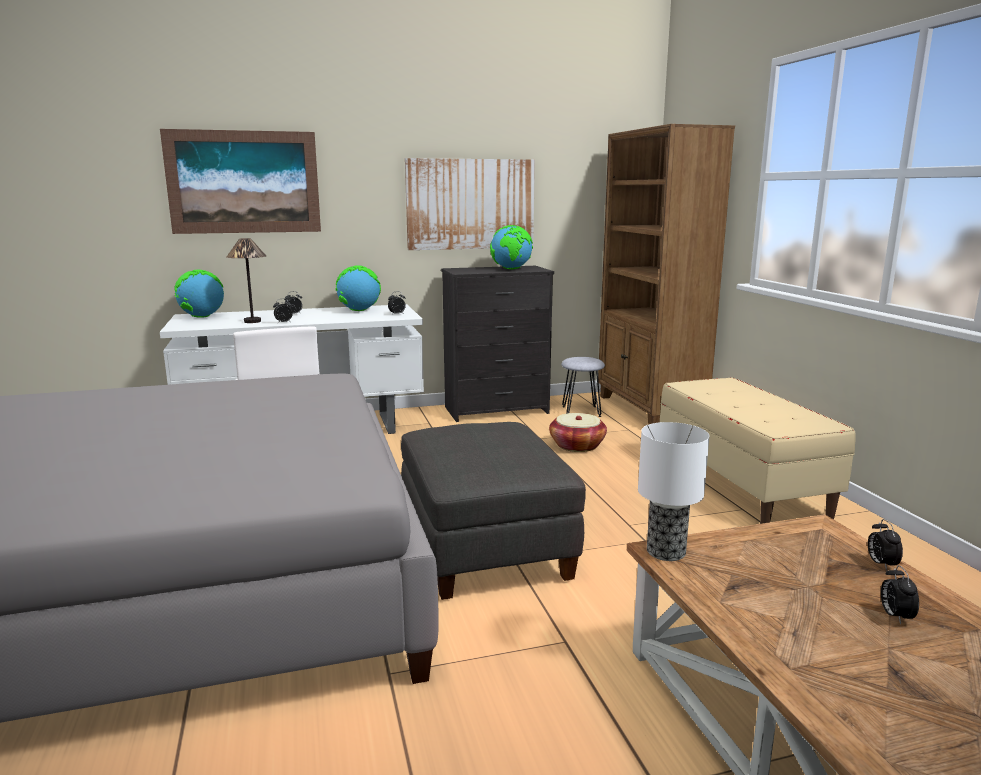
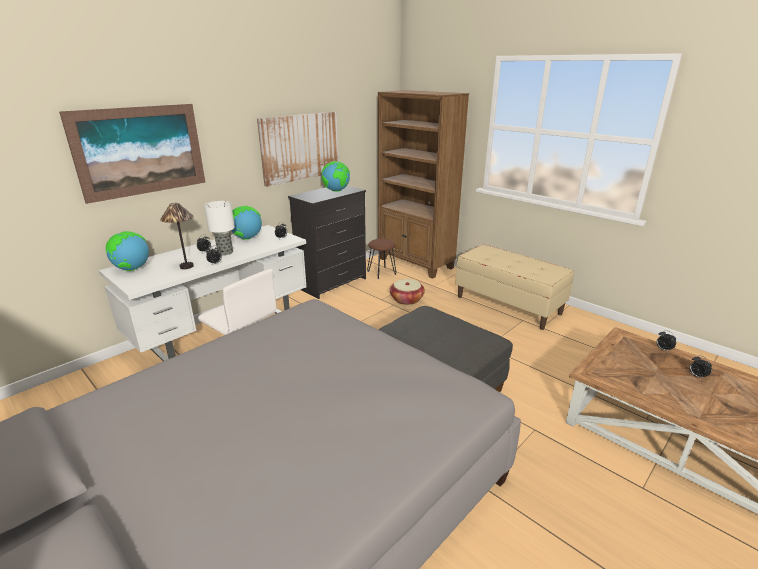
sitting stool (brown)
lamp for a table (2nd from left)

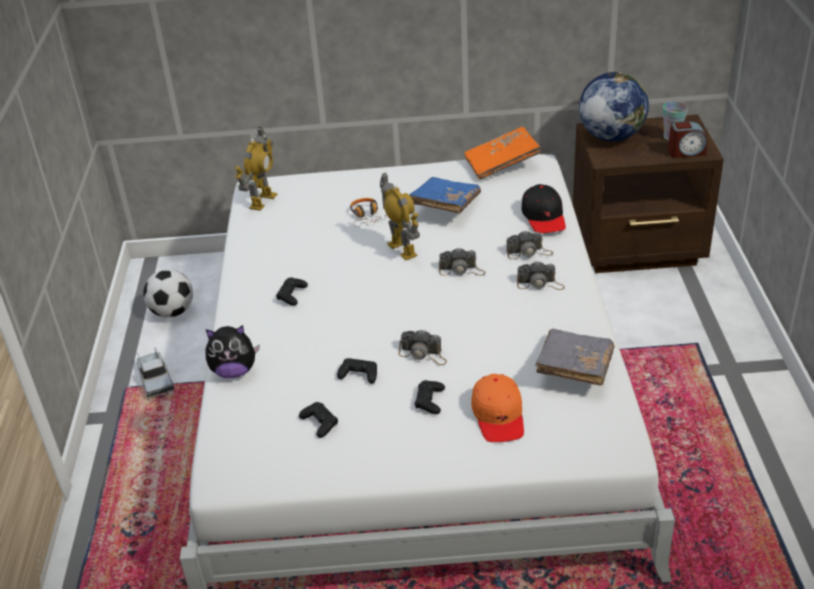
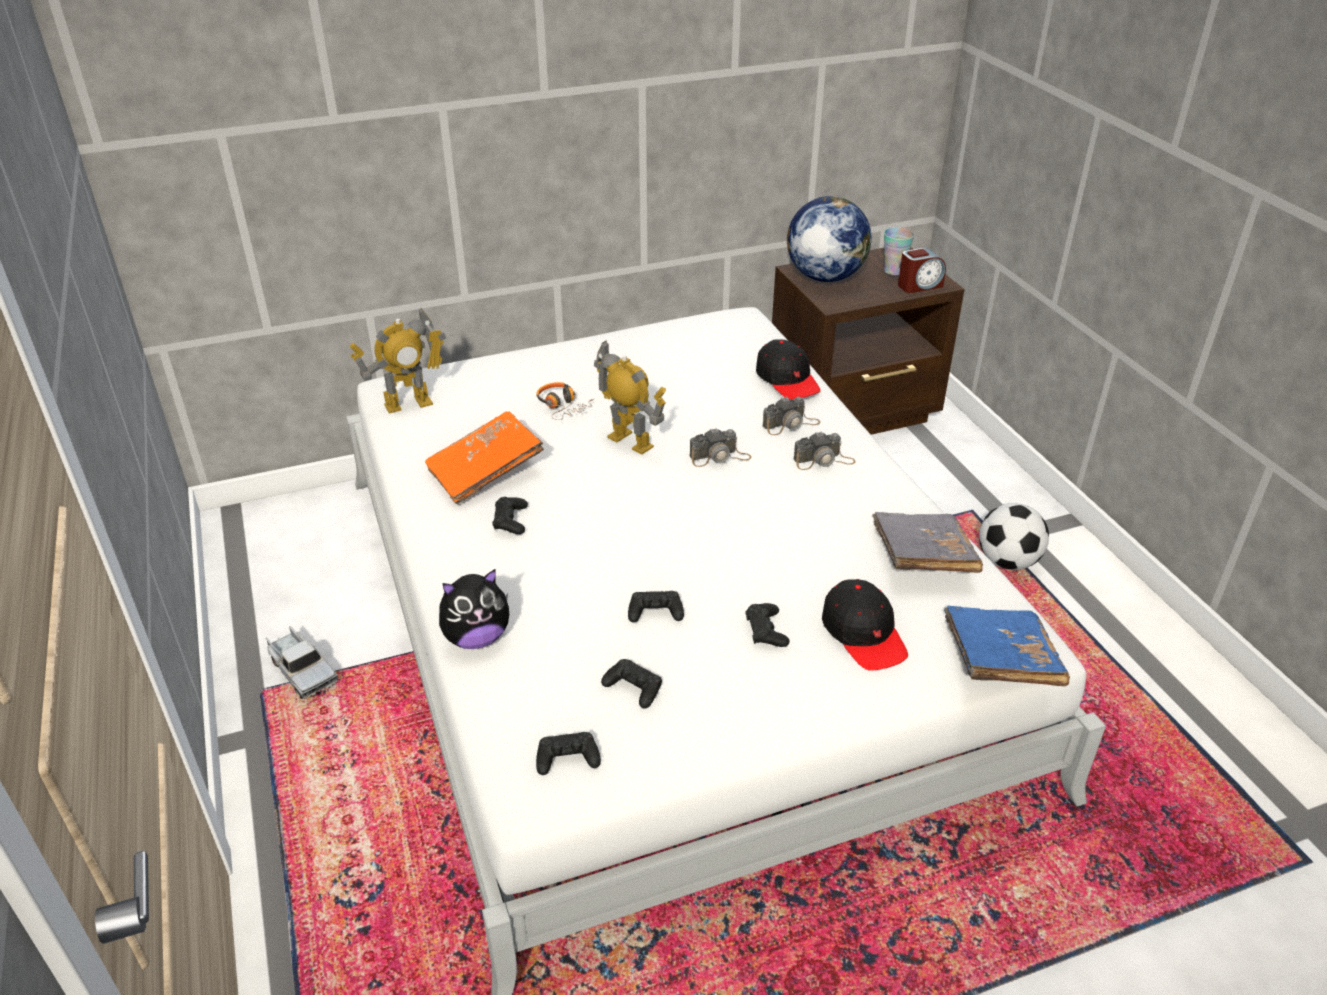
football
model robot (1st from left)
photo camera (1st from left in the first image)
book (blue-coloured)
book (orangey)
peaked cap (black-coloured) (2nd from left)
joypad (black-coloured) (2nd from left)

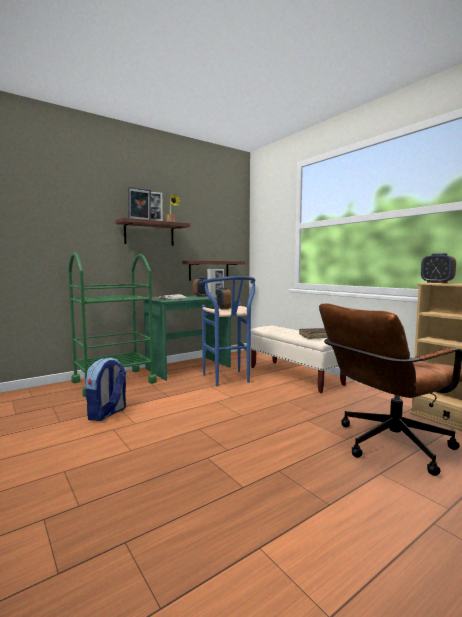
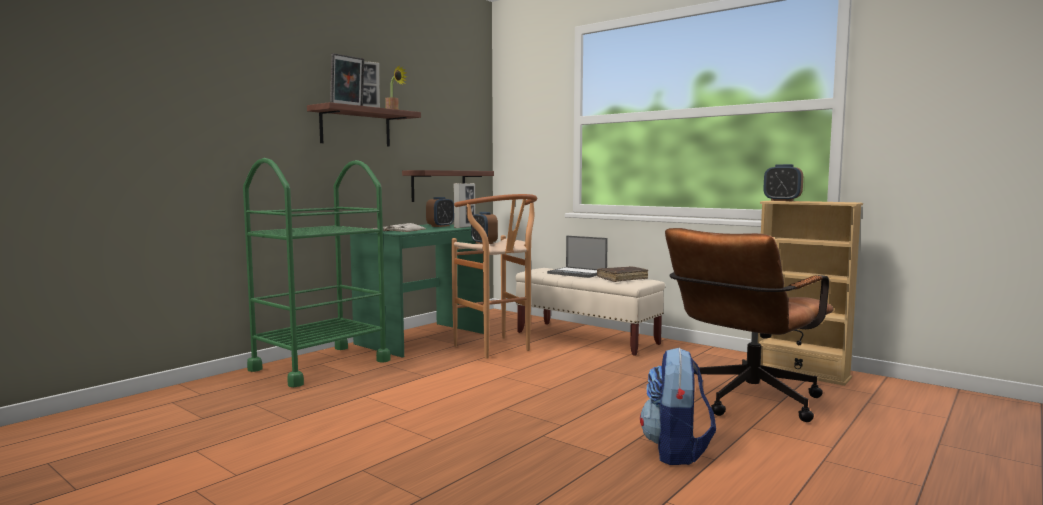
rucksack
sitting stool (brown)
laptop

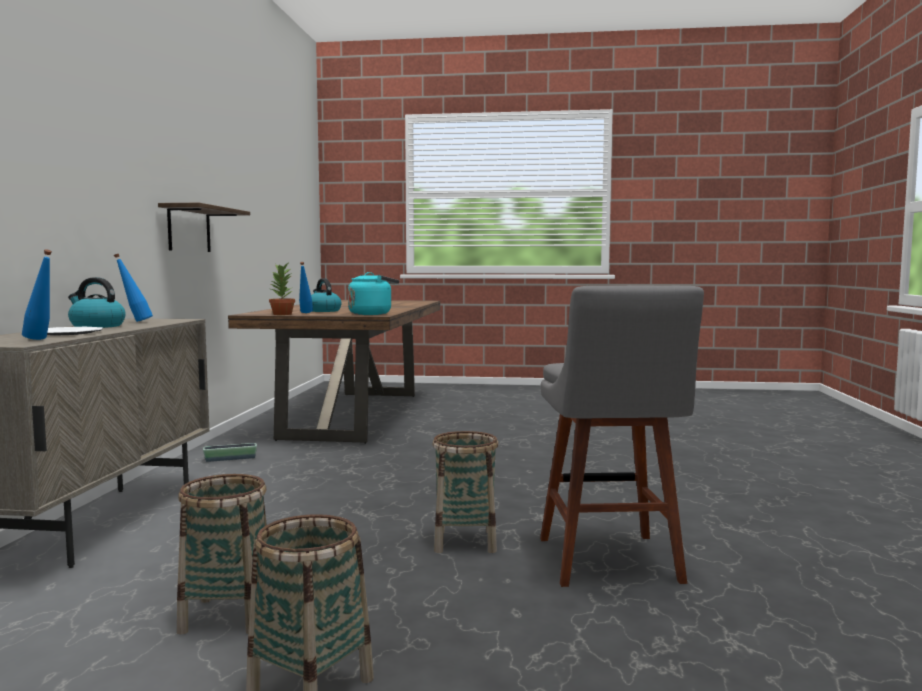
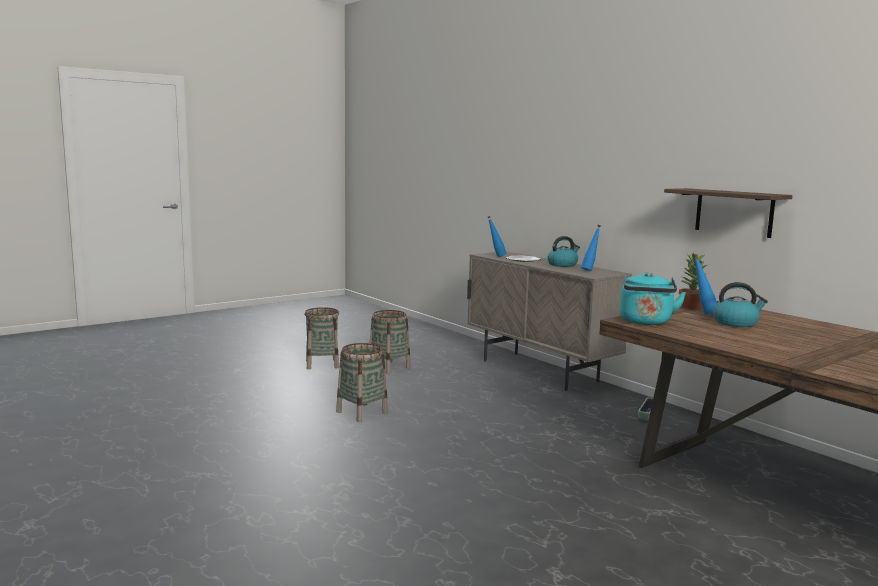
sitting stool (gray)

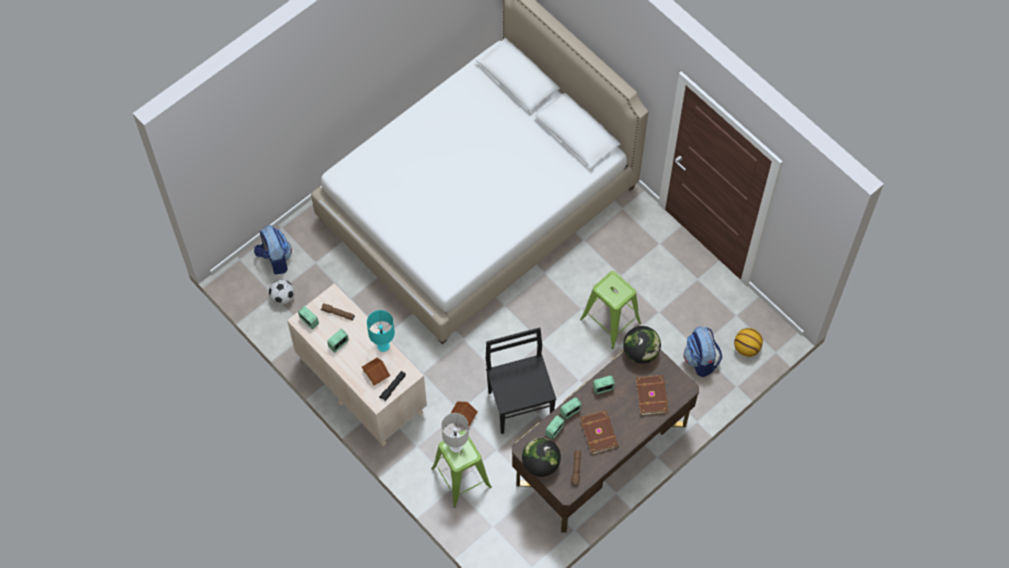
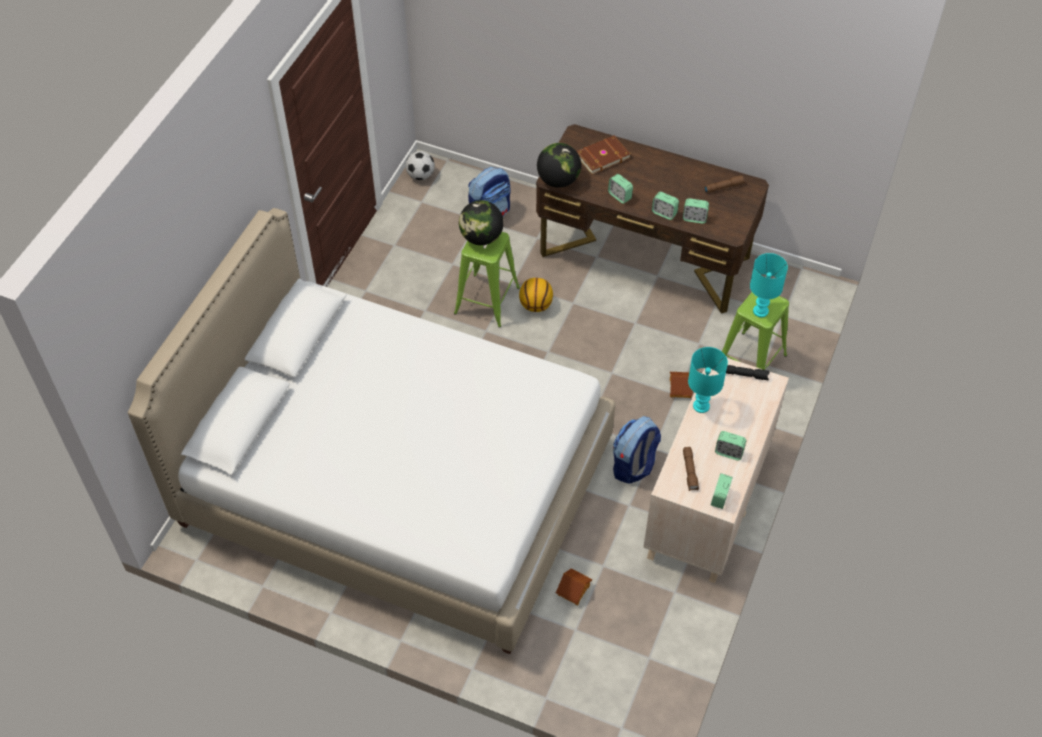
rucksack (2nd from left)
football
toy house (1st from left)
lamp for a table (turquoise) (2nd from left)
chair (black-coloured)
globe (1st from left)
book (brown) (1st from left in the first image)
basketball

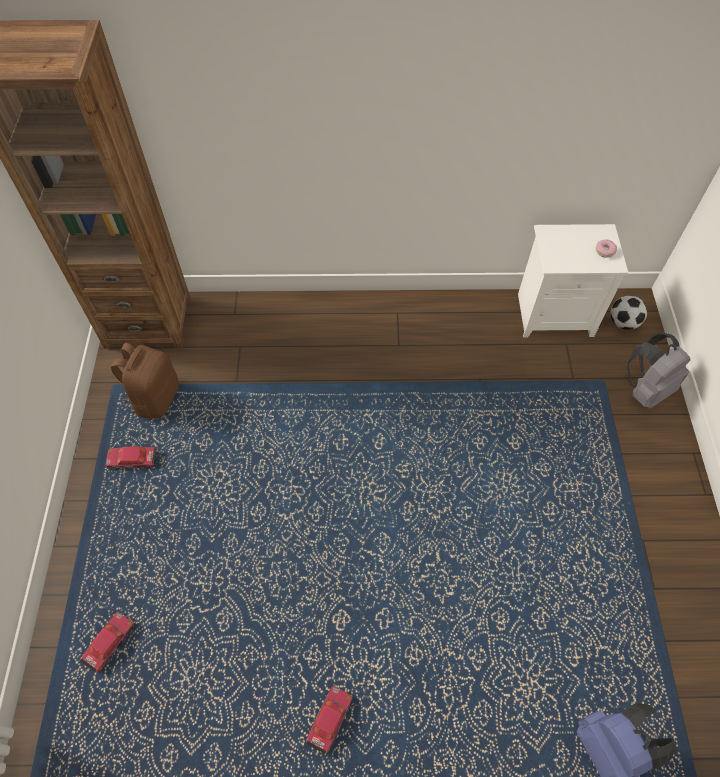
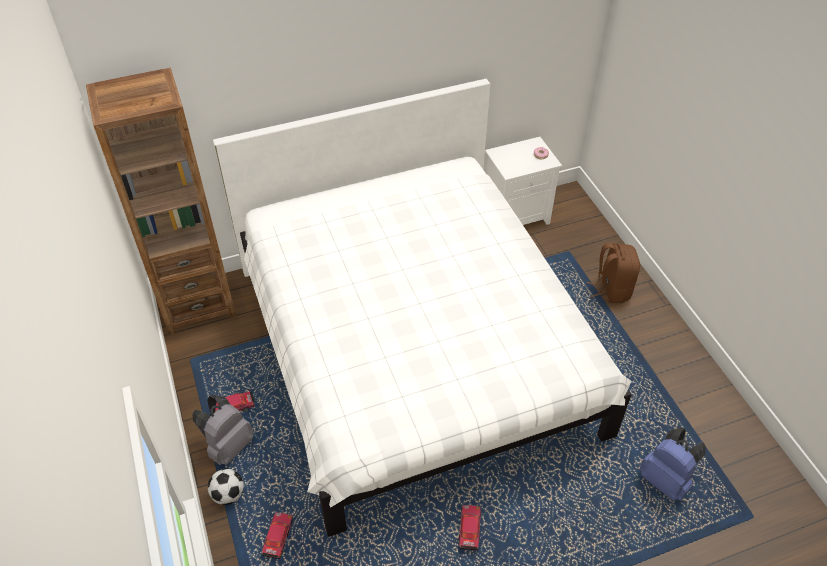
rucksack (brown)
football
rucksack (gray)
bedroom bed (whitish)

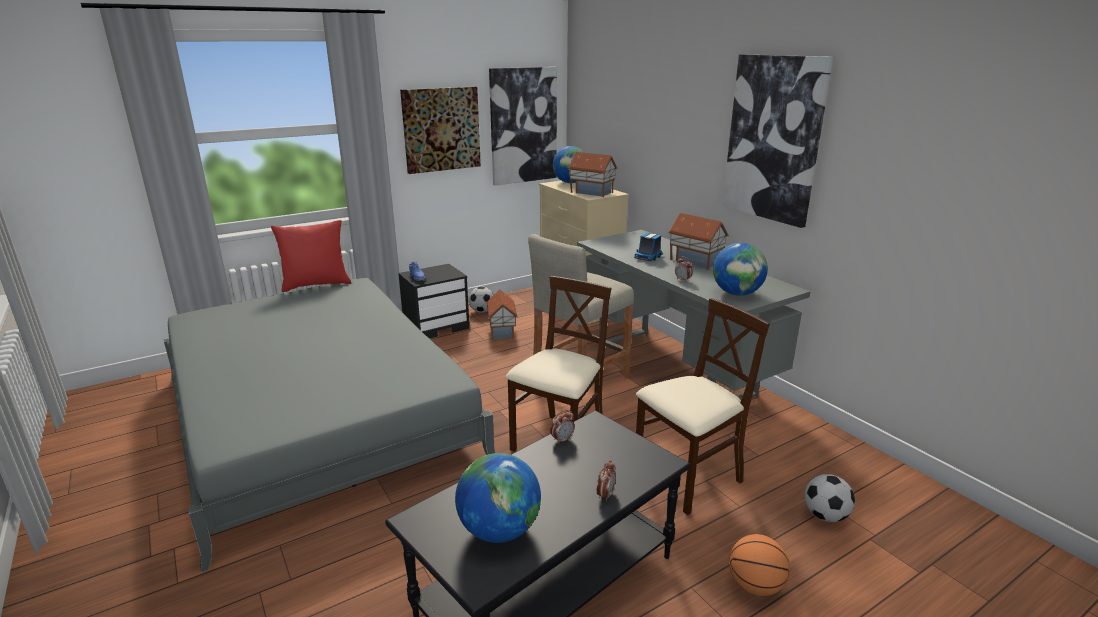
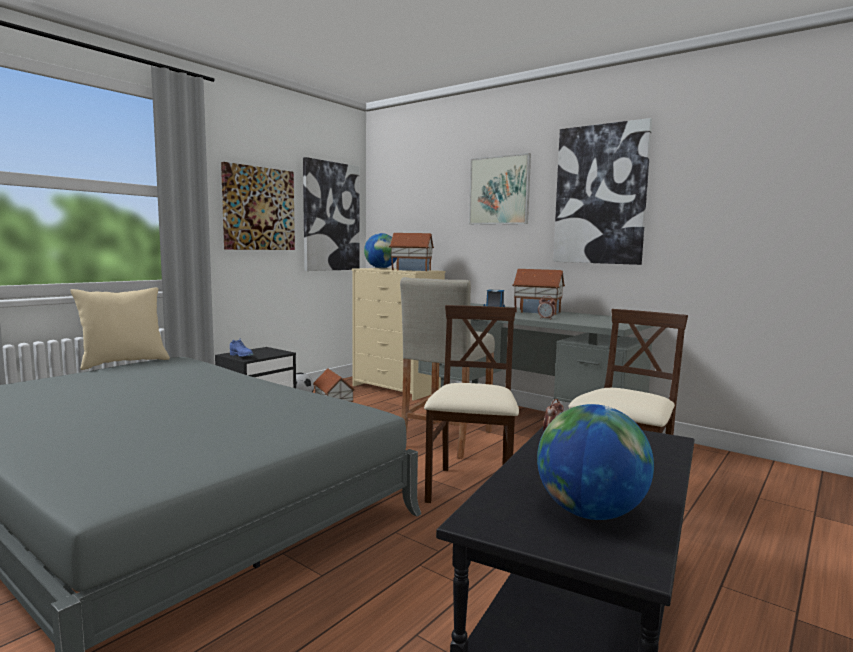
pillow (beige-coloured)
bedside clock (2nd from left in the first image)
globe (3rd from left in the first image)
basketball
football (2nd from left in the first image)
wall art (3rd from left)

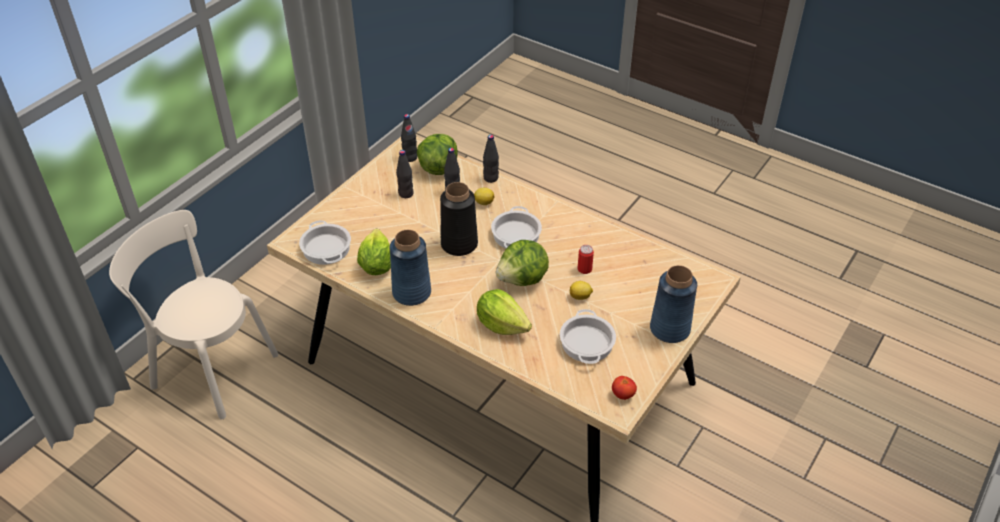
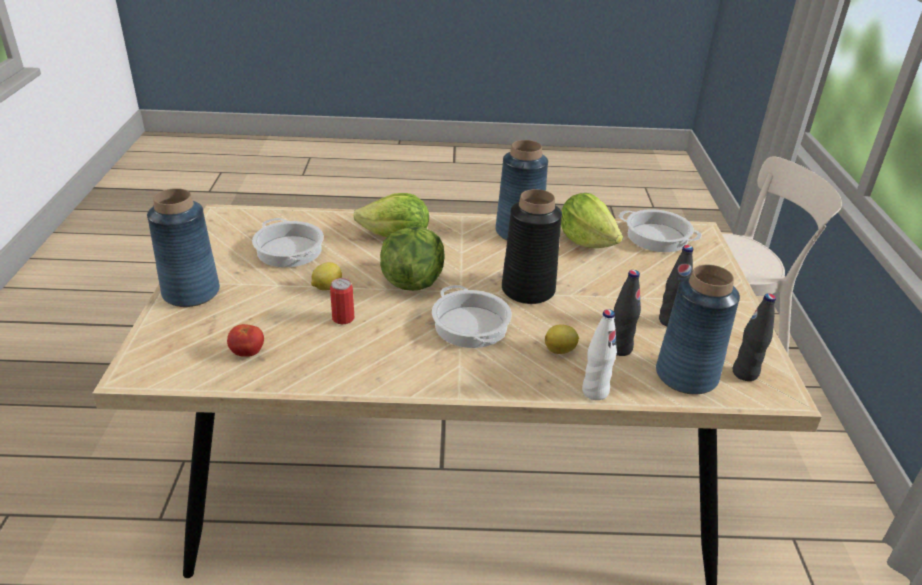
decorative vase (blue-coloured) (3rd from left)
drink bottle (whitish)
tomato

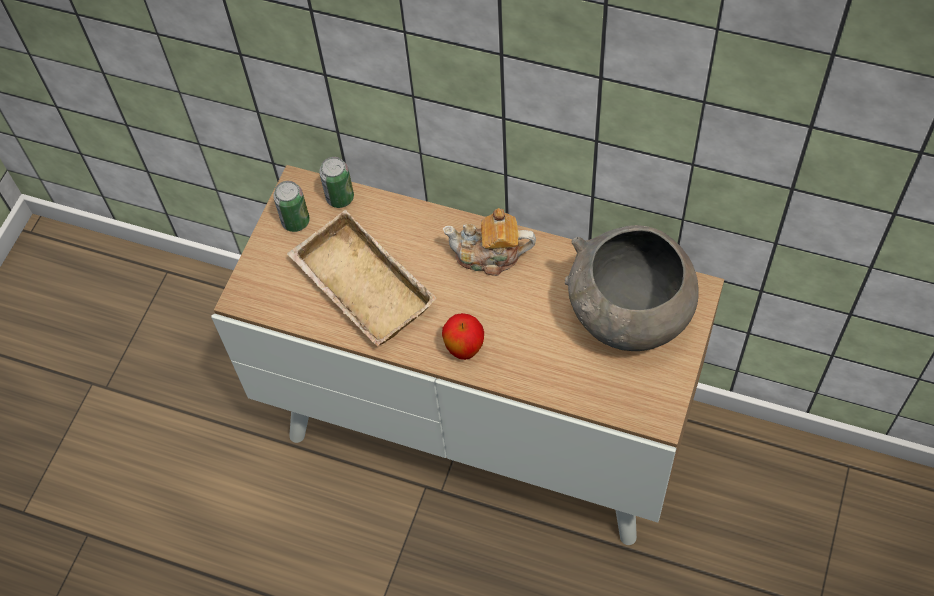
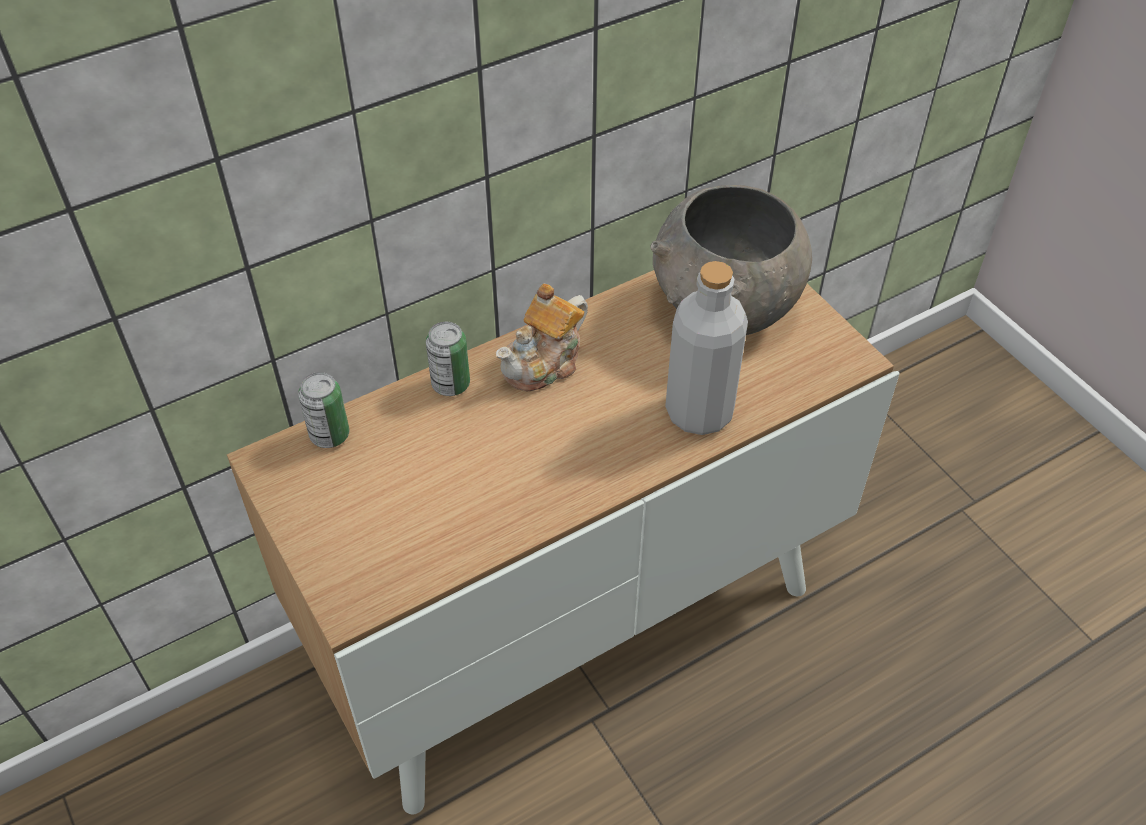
can (2nd from left)
tray (beige-coloured)
apple
drink bottle (gray)

